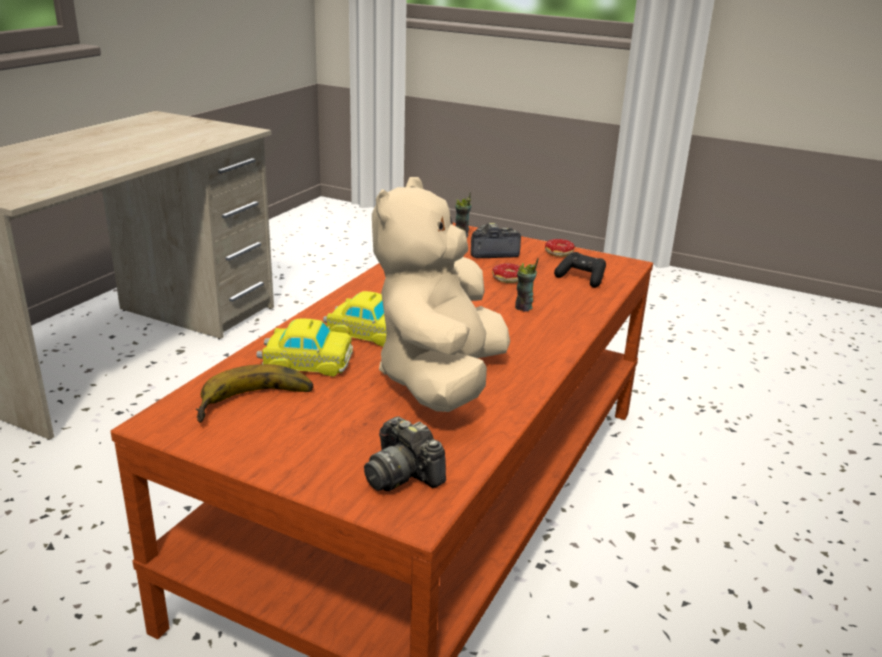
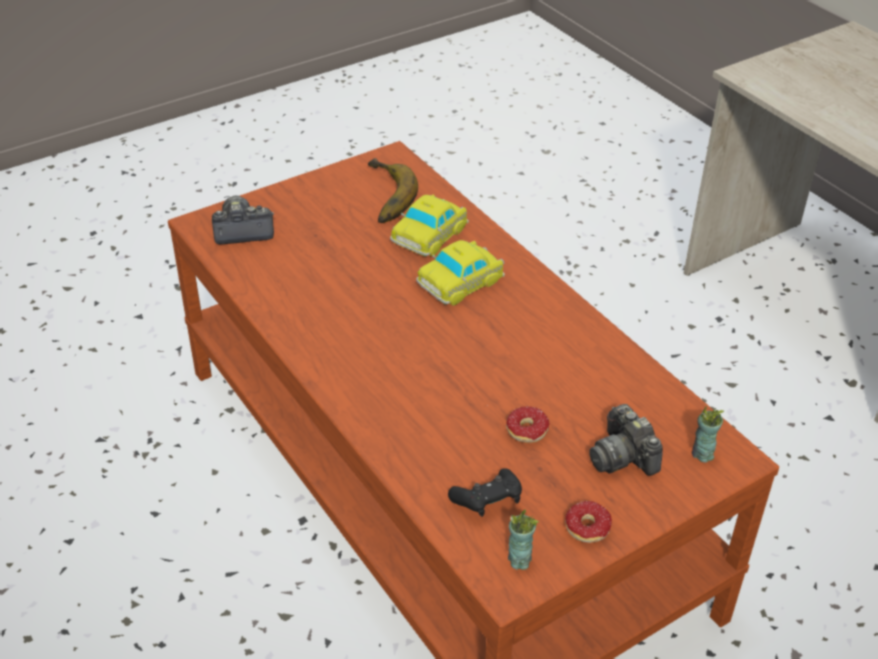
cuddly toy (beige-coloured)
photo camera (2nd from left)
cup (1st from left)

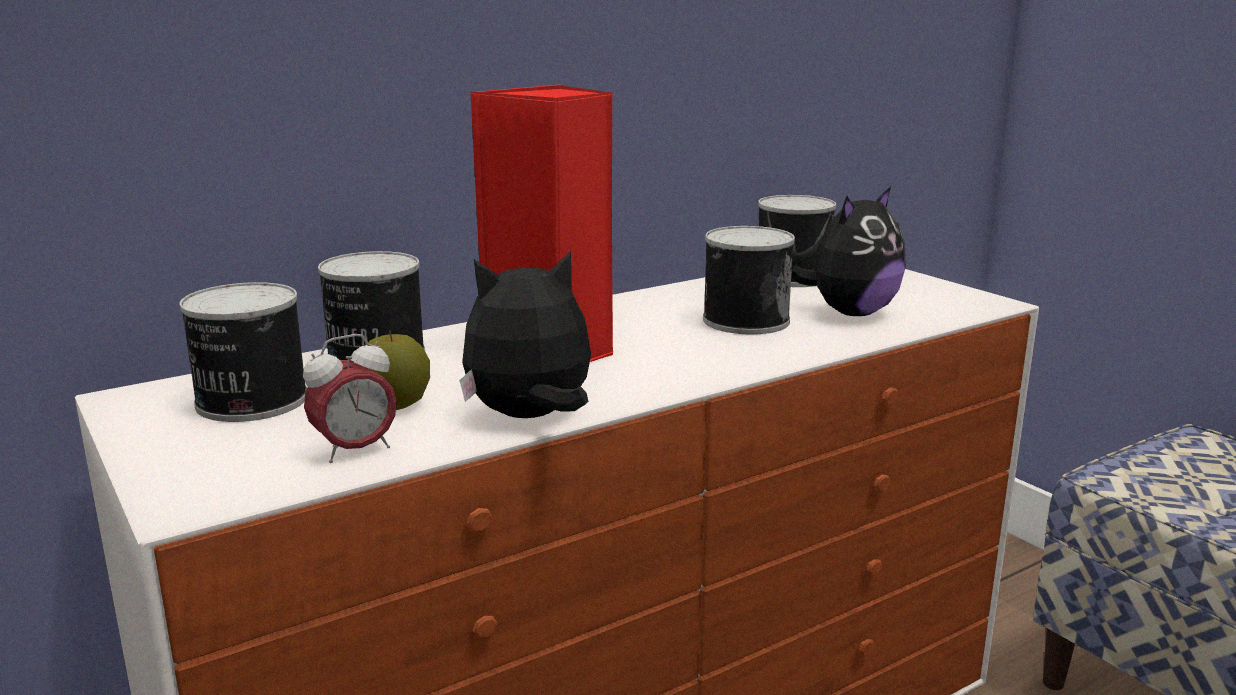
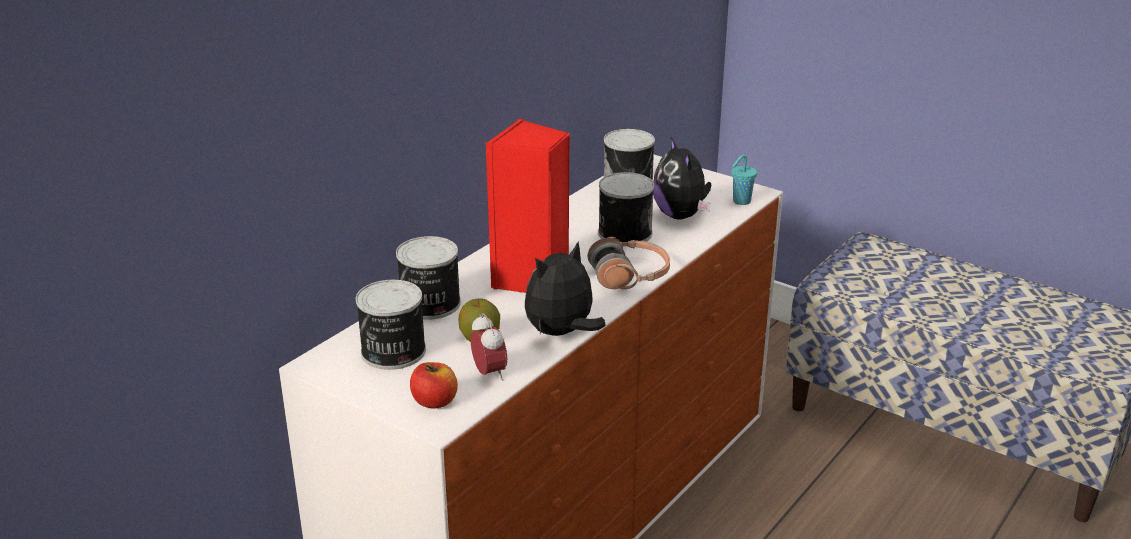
bedside clock
cuddly toy (2nd from left)
apple (1st from left)
headphones
cup (turquoise)

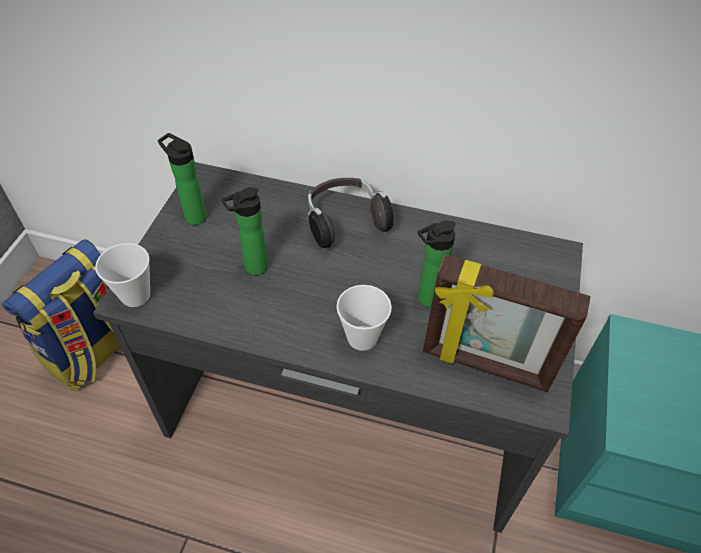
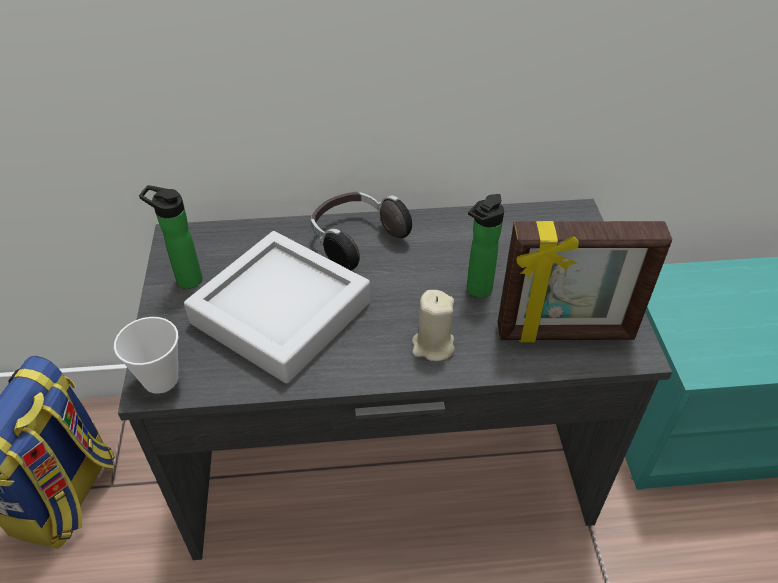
tray (gray)
wax candle (beige-coloured)

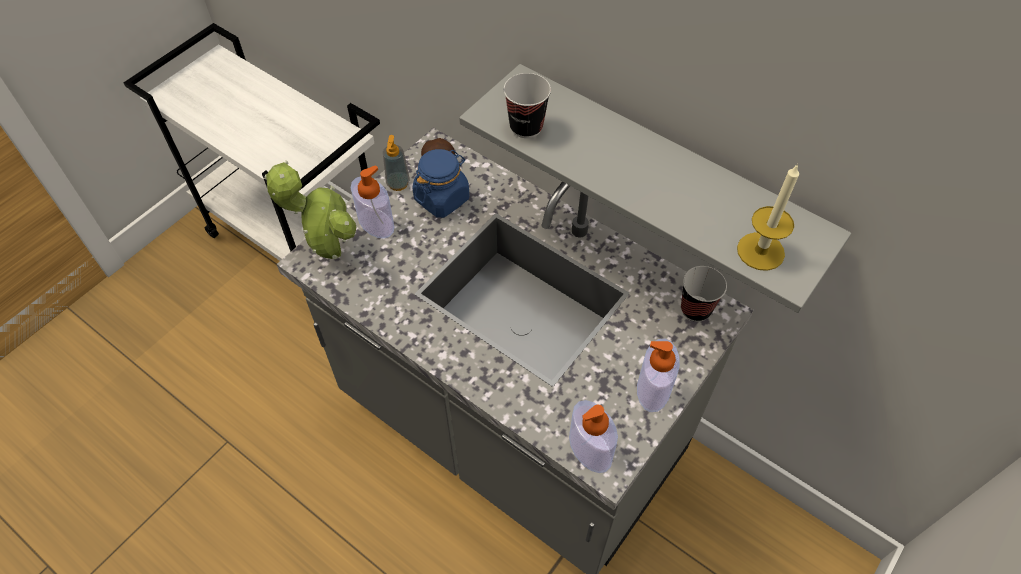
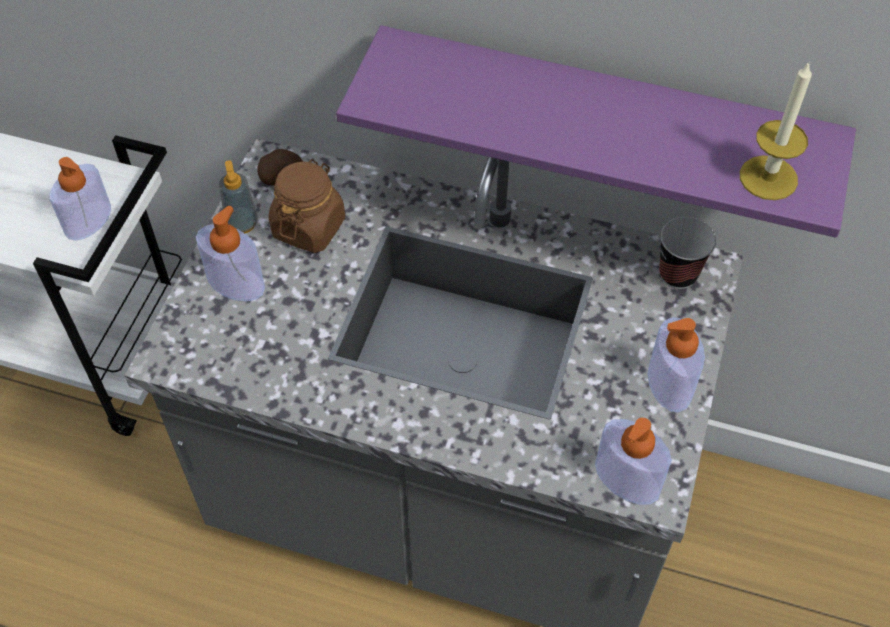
houseplant
jar (brown)
wall shelf (purplish)
cup (1st from left in the first image)
liquid soap bottle (1st from left)

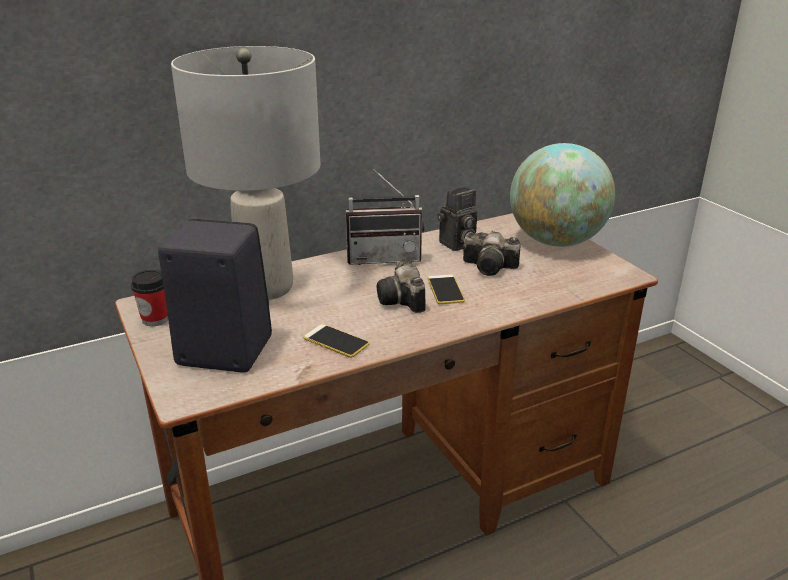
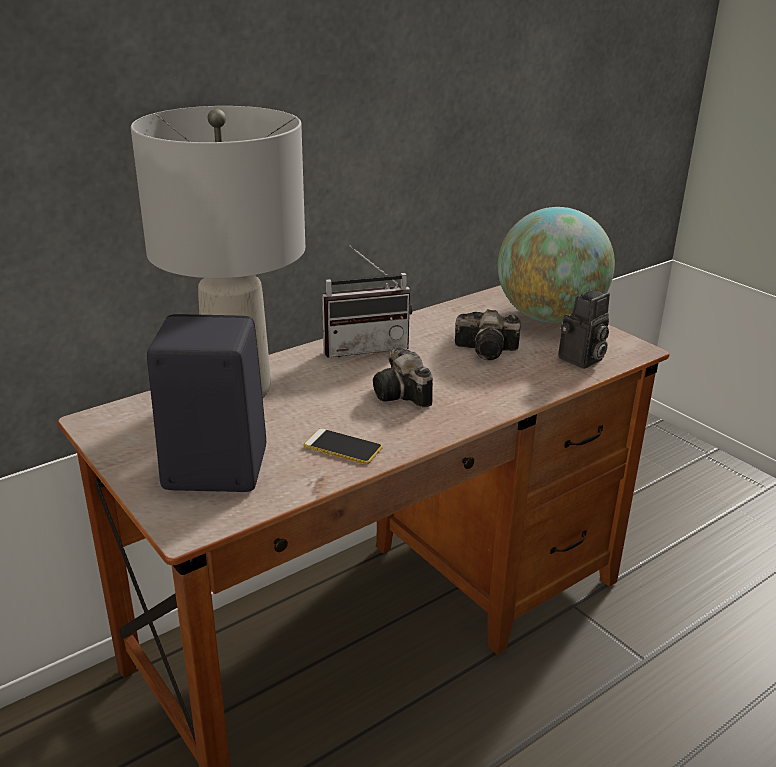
cup
phone (2nd from left in the first image)
photo camera (3rd from left)

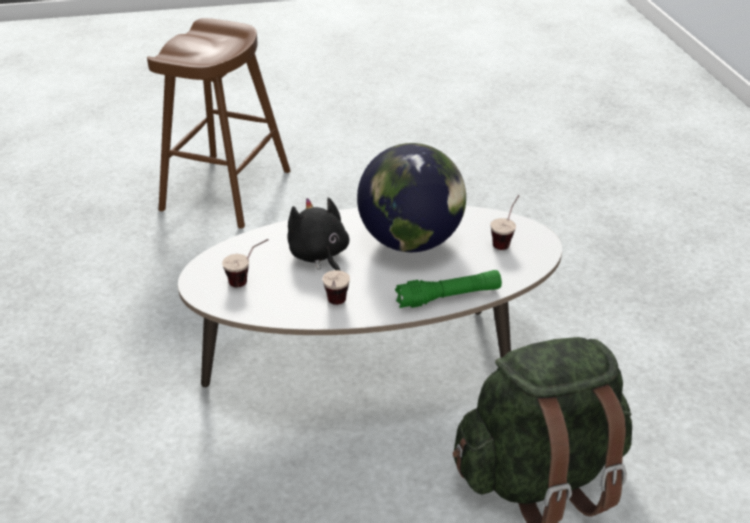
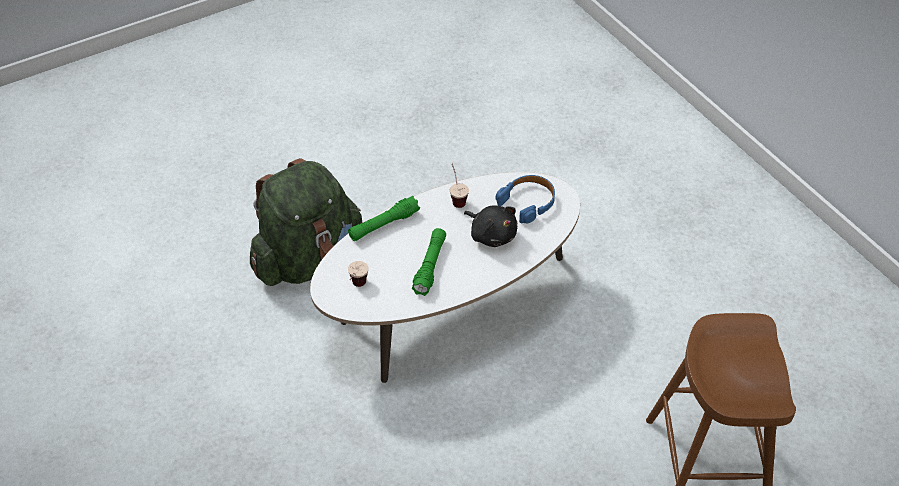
headphones (blue-coloured)
torch (green-coloured) (2nd from left)

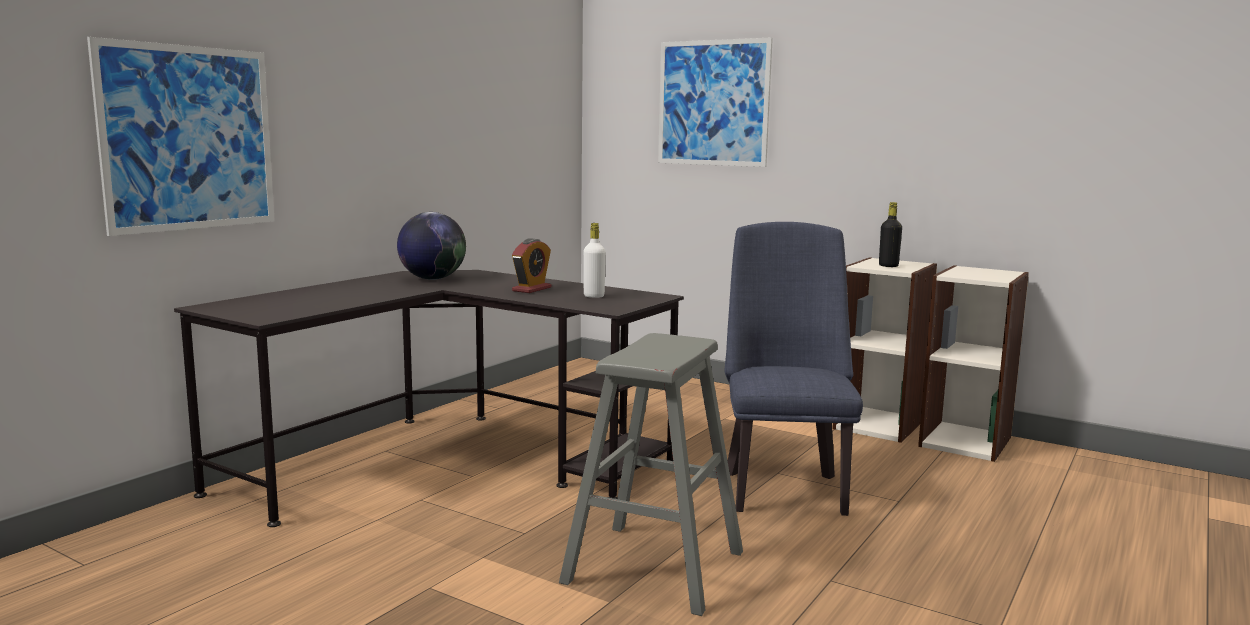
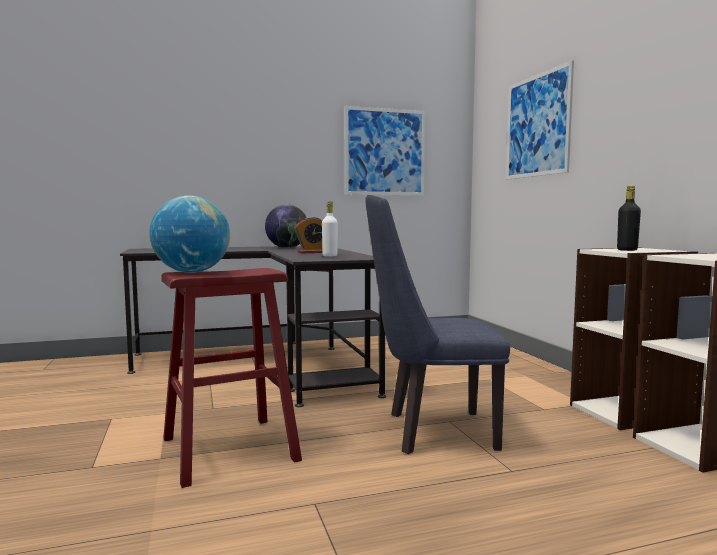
wall art (1st from left)
sitting stool (reddish)
chair (blue-coloured)
globe (1st from left)

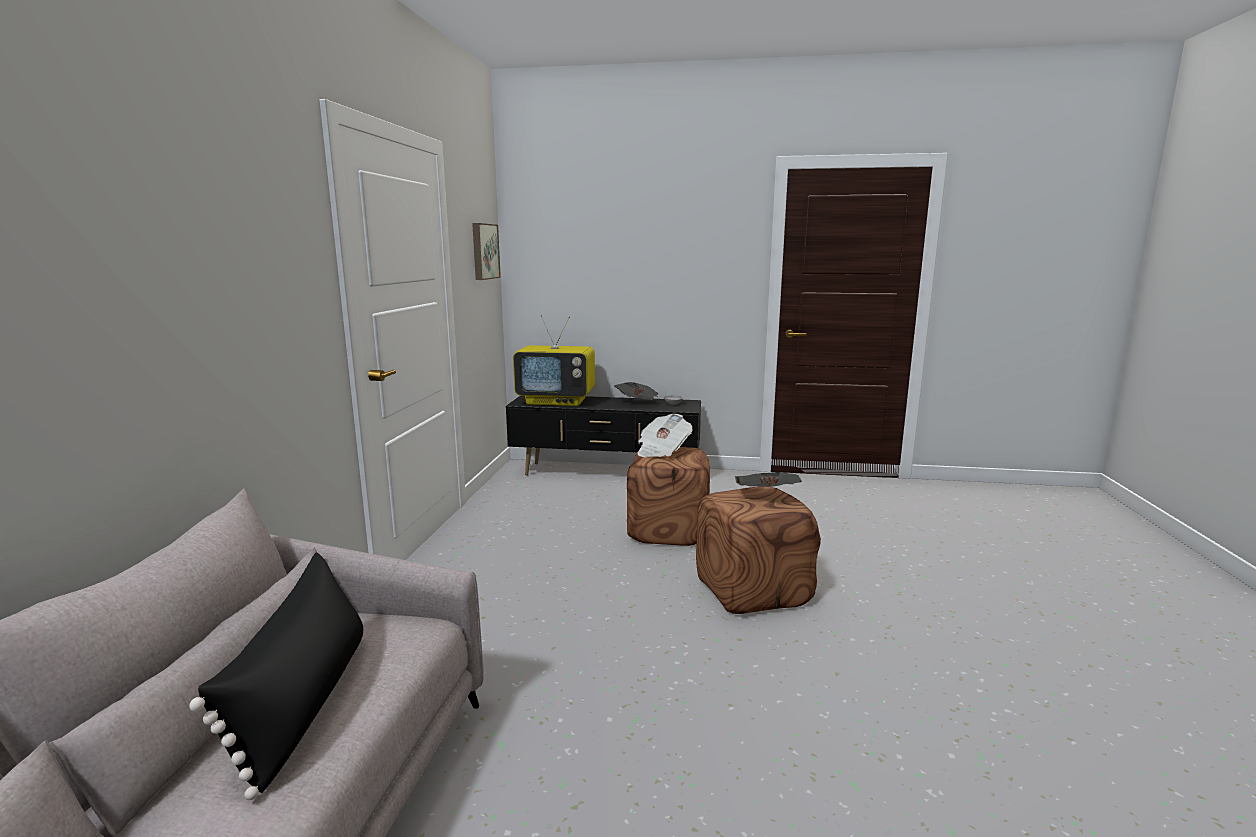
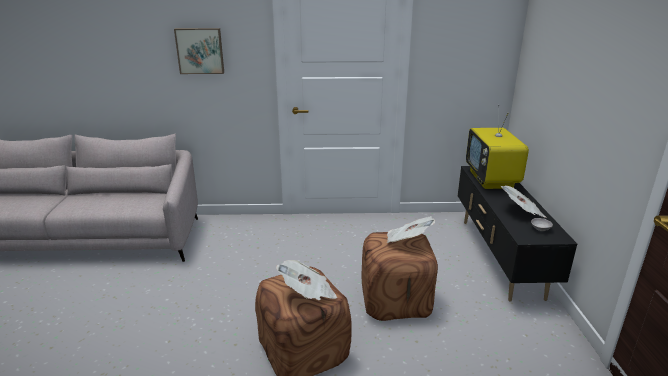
pillow (black-coloured)
wall art

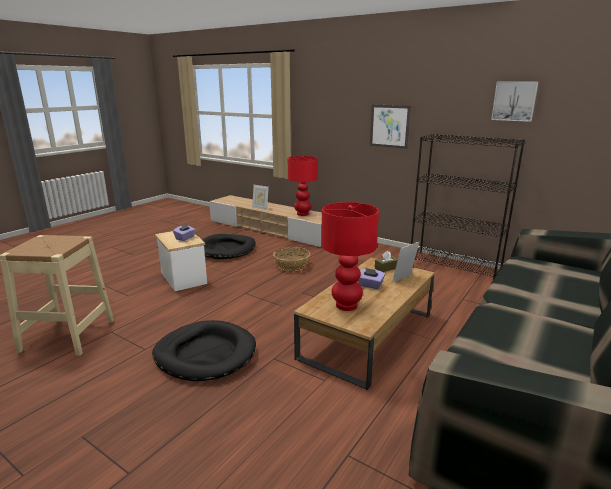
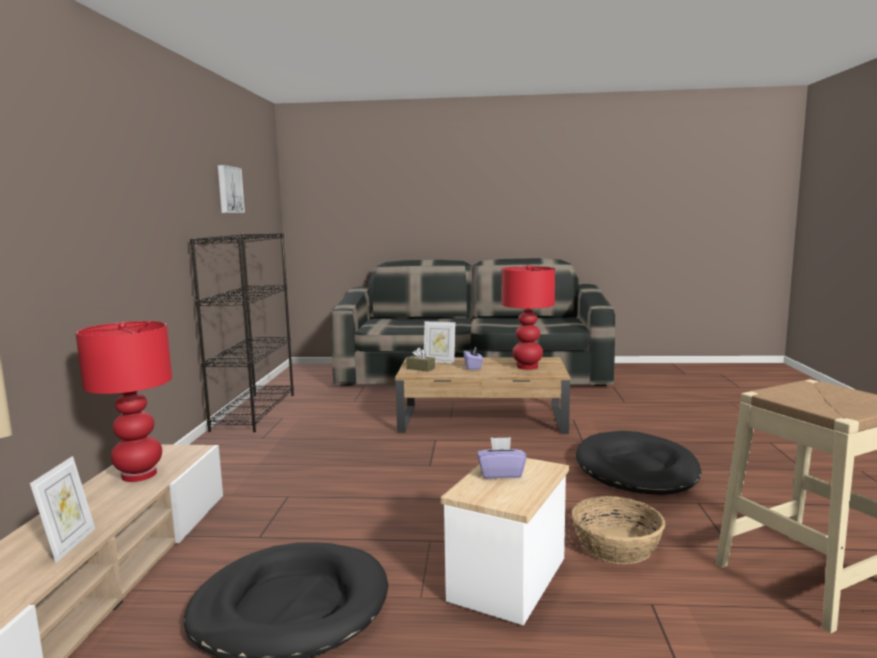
household basket
wall art (1st from left in the first image)

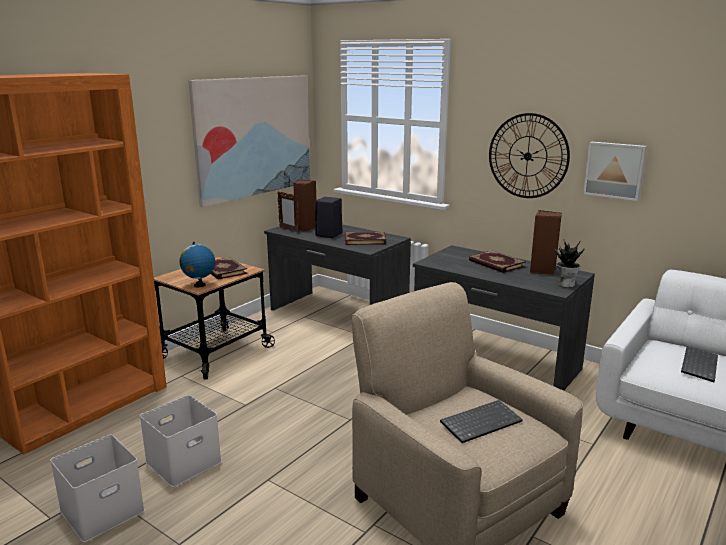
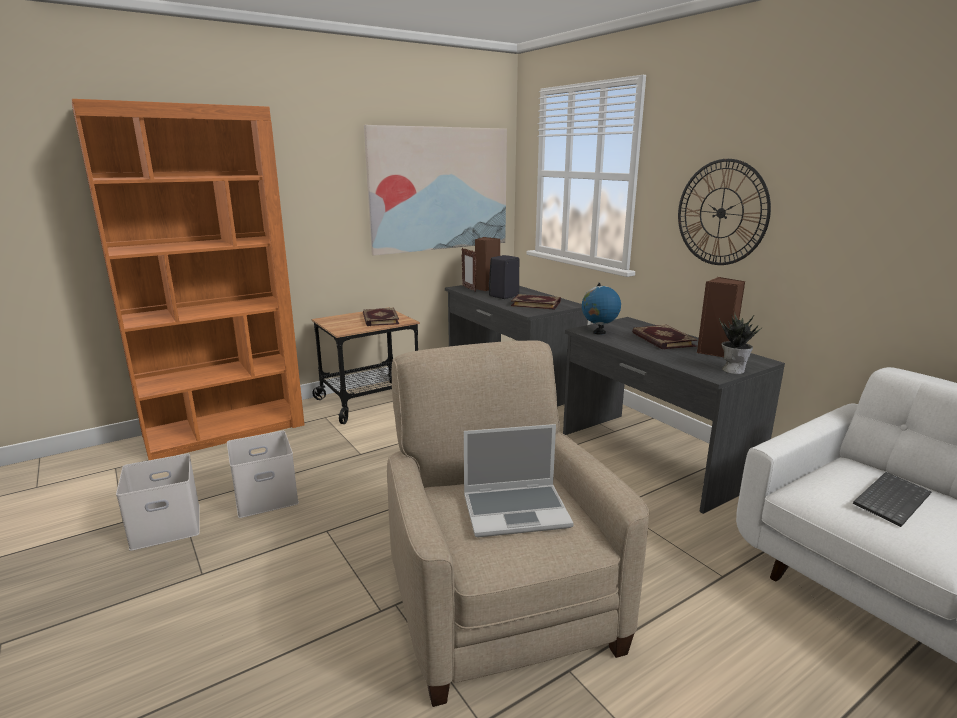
globe
laptop
wall art (2nd from left in the first image)

